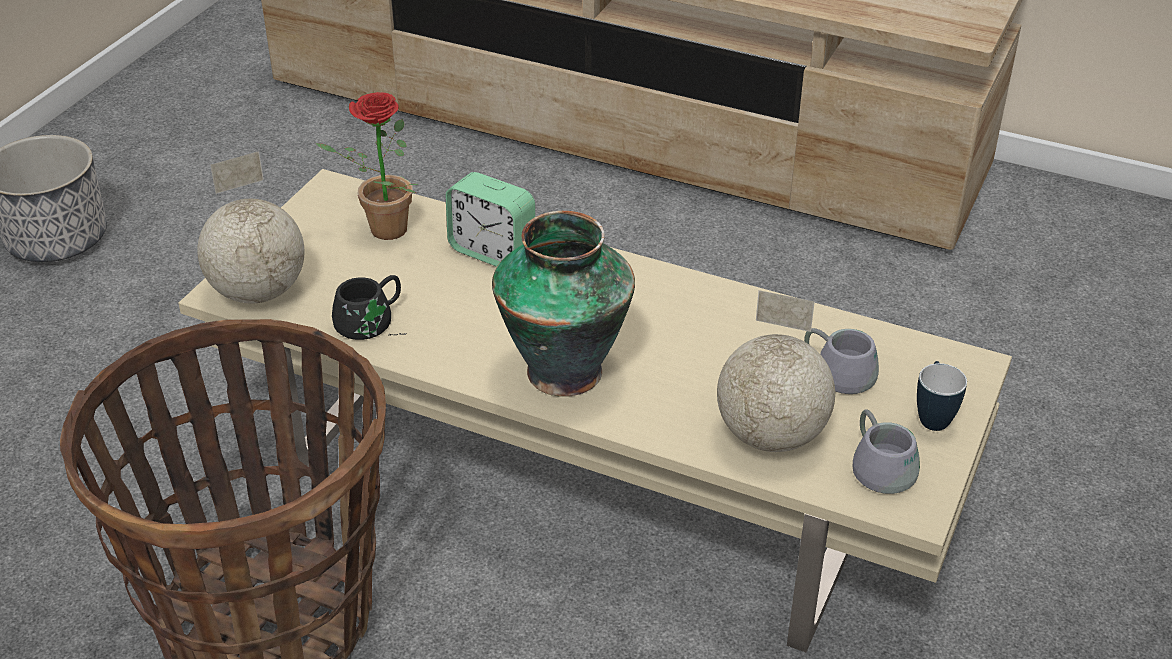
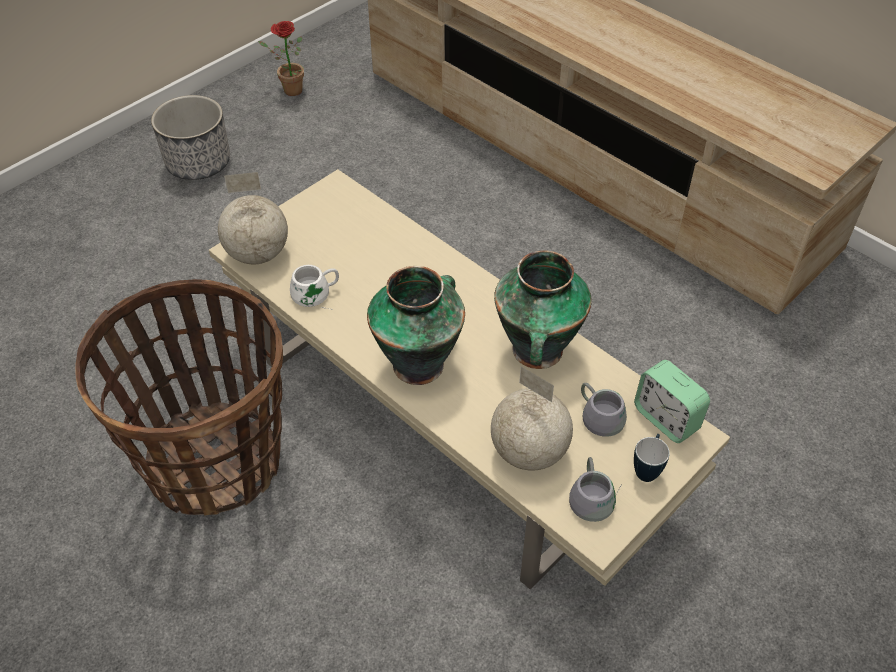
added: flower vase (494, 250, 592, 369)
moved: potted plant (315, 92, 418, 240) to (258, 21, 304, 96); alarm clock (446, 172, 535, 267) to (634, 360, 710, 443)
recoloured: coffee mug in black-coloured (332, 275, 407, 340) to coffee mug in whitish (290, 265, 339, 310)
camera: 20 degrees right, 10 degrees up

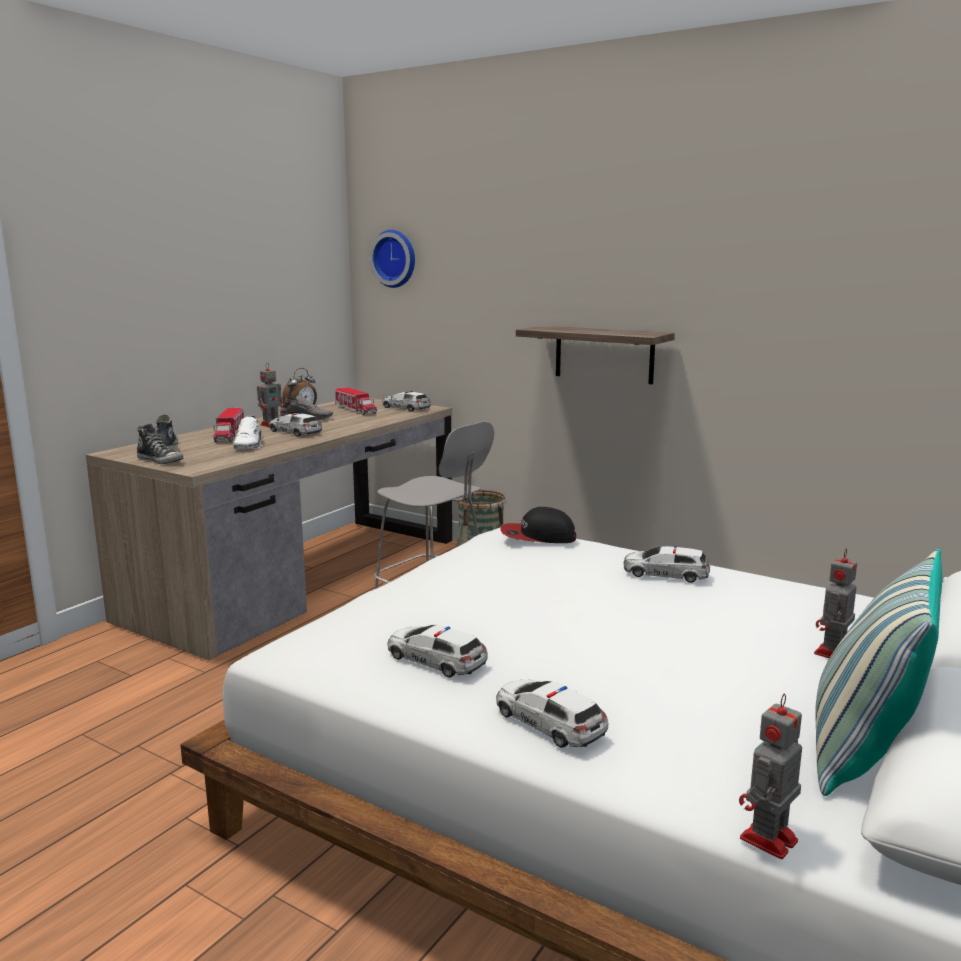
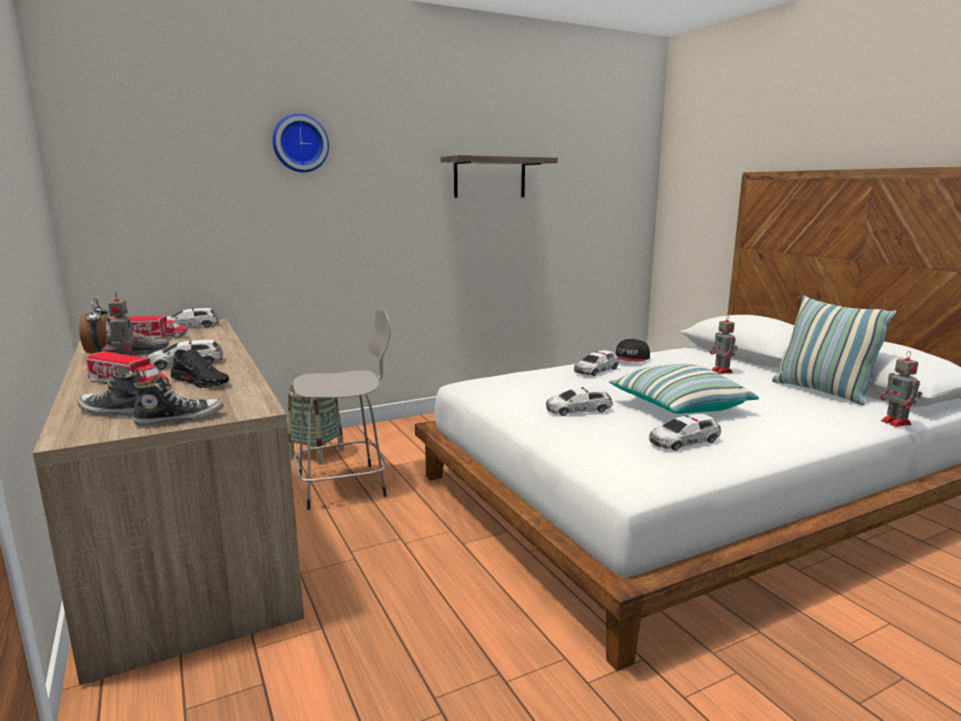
added: pillow (609, 364, 759, 414)
moved: clock on the wall (369, 230, 415, 288) to (272, 114, 329, 172); wall shelf (516, 326, 675, 384) to (440, 155, 558, 198); peaked cap (501, 507, 576, 543) to (615, 339, 650, 362); toy car (496, 680, 608, 748) to (546, 387, 613, 416)
recoloured: item of footwear in whitish (233, 415, 264, 449) to item of footwear in black-coloured (170, 349, 230, 388)
camera: 60 degrees left, 0 degrees up

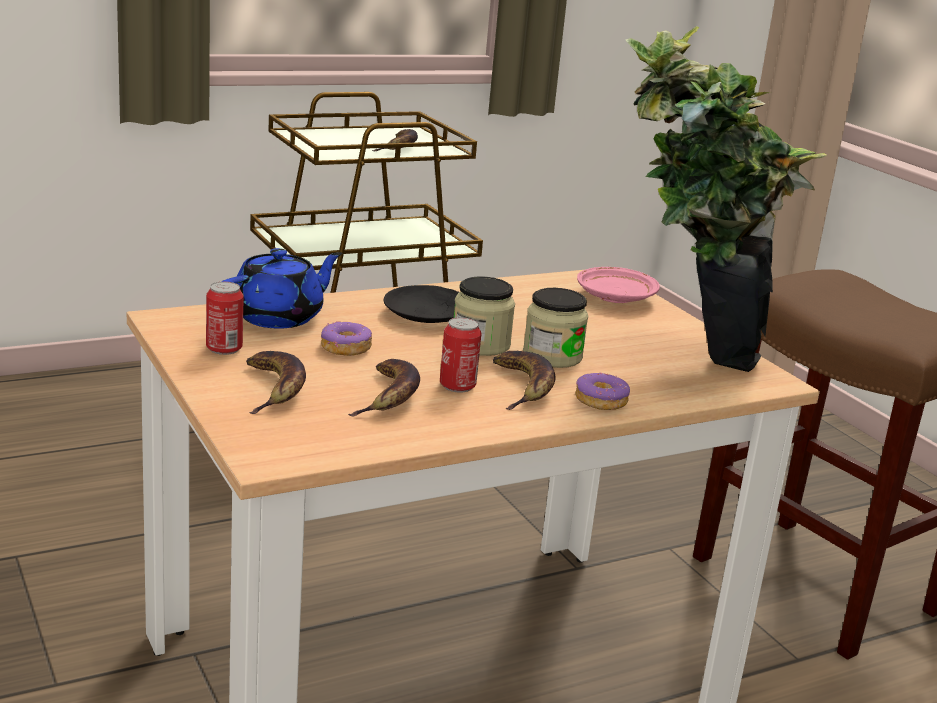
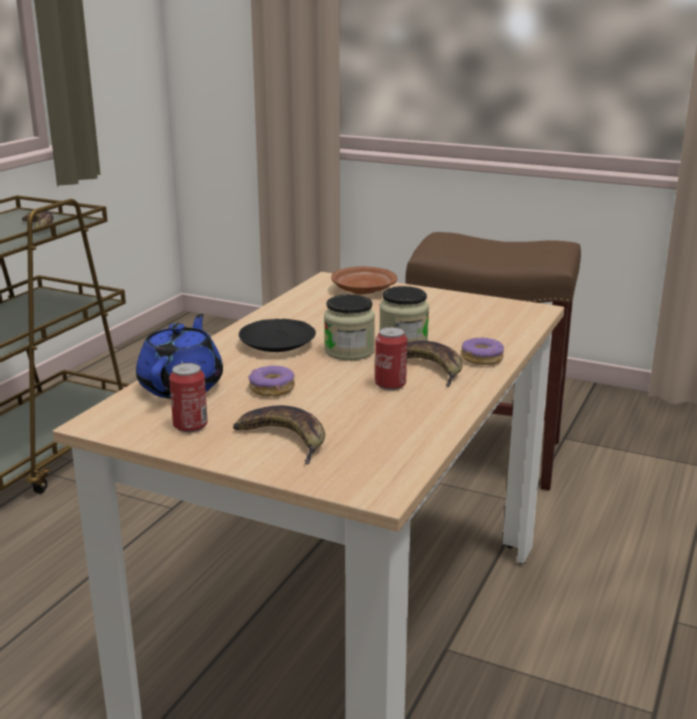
removed: potted plant (625, 26, 827, 372); banana fruit (348, 359, 420, 416)
recoloured: dinner plate in pink (577, 267, 660, 303) to dinner plate in brownish (331, 266, 397, 294)
camera: 35 degrees left, 0 degrees up

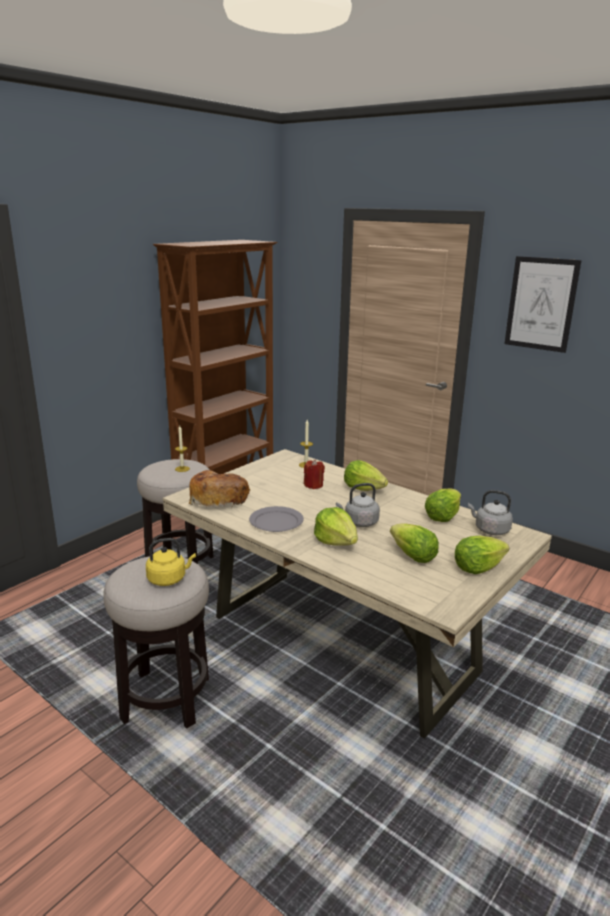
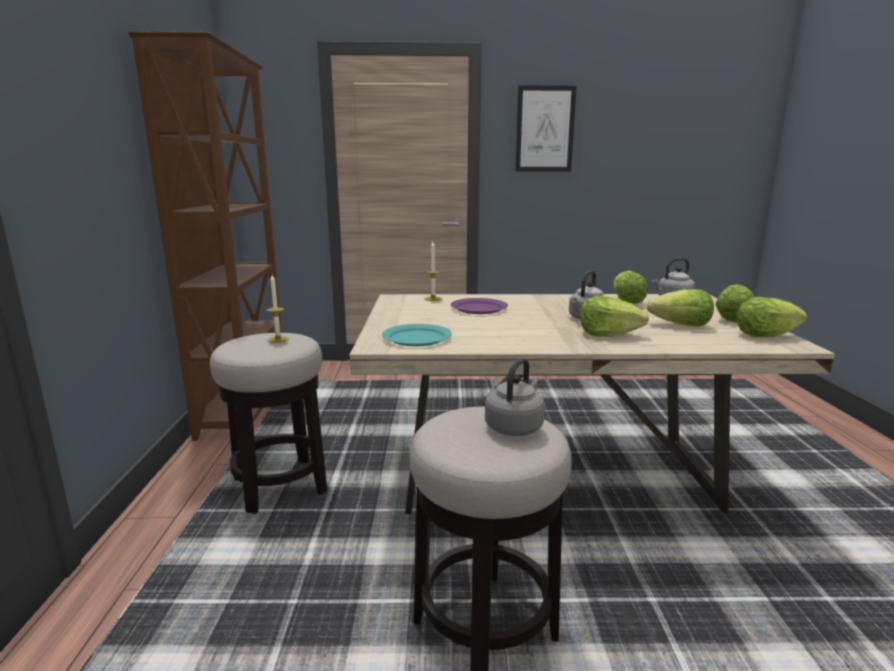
removed: dinner plate in grey (249, 506, 304, 532)
moved: lettuce head (344, 460, 388, 491) to (737, 297, 807, 337)
replaced: wax light in red-coloured (304, 459, 325, 489) to dinner plate in purple-coloured (451, 298, 508, 314); bread (189, 470, 250, 508) to dinner plate in blue-green (382, 324, 452, 346)
recoloured: water kettle in yellow-coloured (146, 538, 196, 586) to water kettle in grey (485, 358, 545, 436)
camera: 40 degrees left, 5 degrees down

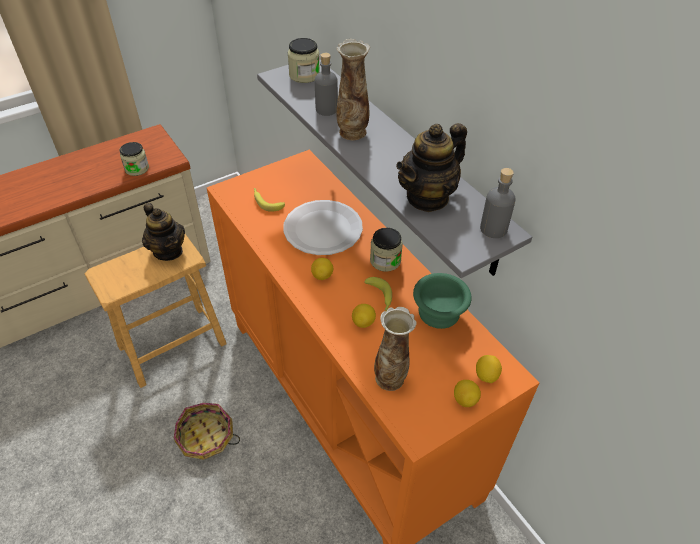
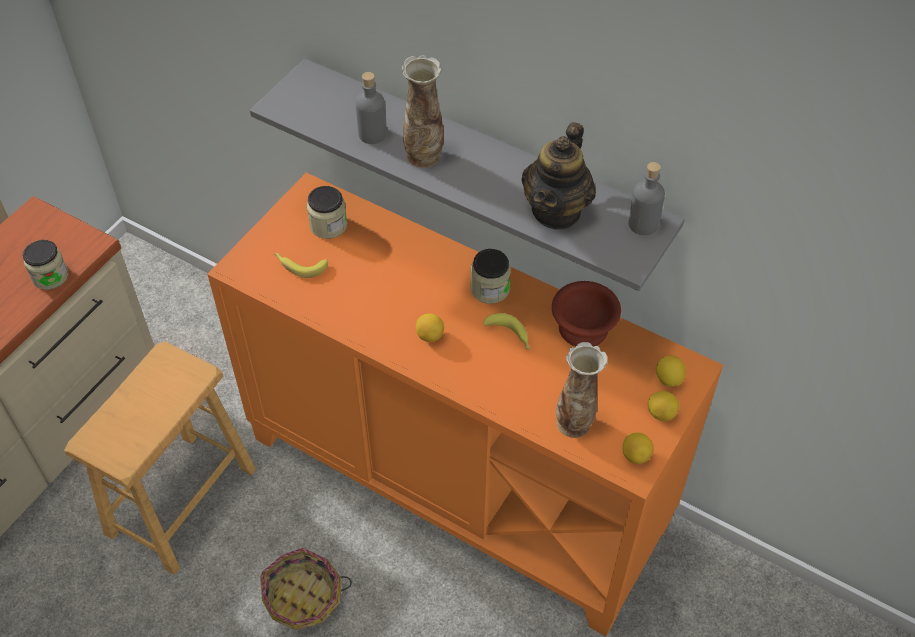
removed: dinner plate in whitish (283, 200, 363, 255); teapot (142, 203, 185, 261)
moved: storage jar (288, 38, 320, 83) to (307, 186, 347, 239); whole lemon (352, 304, 376, 328) to (622, 432, 653, 464)
recoloured: deep dish in green-coloured (413, 273, 472, 329) to deep dish in brownish (552, 281, 621, 347)
camera: 25 degrees left, 5 degrees up

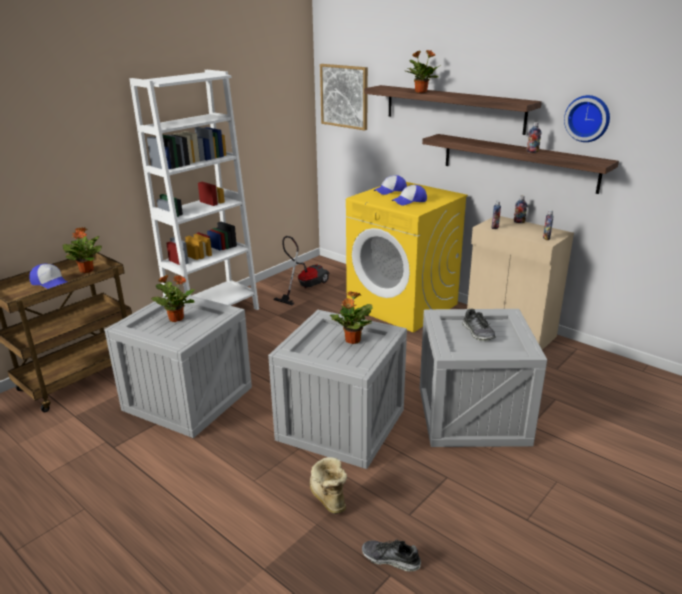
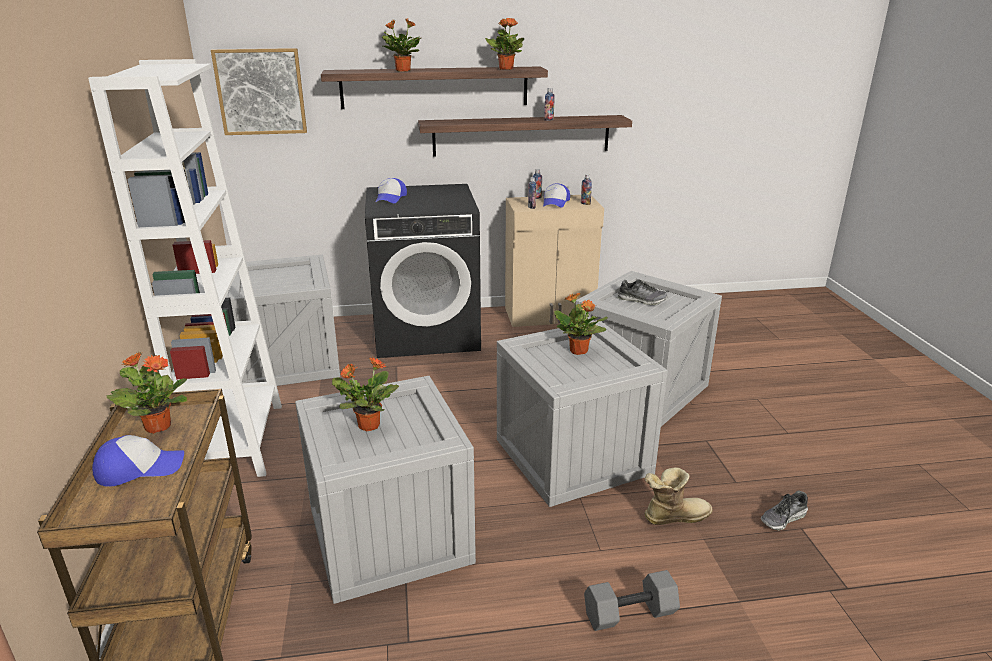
removed: clock on the wall (564, 95, 610, 142)
added: potted plant (485, 18, 524, 70); hand weight in grey (584, 570, 680, 631)
moved: peaked cap (392, 185, 427, 205) to (543, 183, 570, 208)
replaced: vacuum cleaner (273, 236, 329, 305) to shipping crate (225, 254, 340, 386)
recoloured: laundry machine in yellow-coloured (346, 182, 468, 333) to laundry machine in black-coloured (365, 184, 481, 358)
turned: tall boot (310, 457, 347, 514) = (644, 467, 712, 525) 150 degrees clockwise
camera: 50 degrees left, 0 degrees up

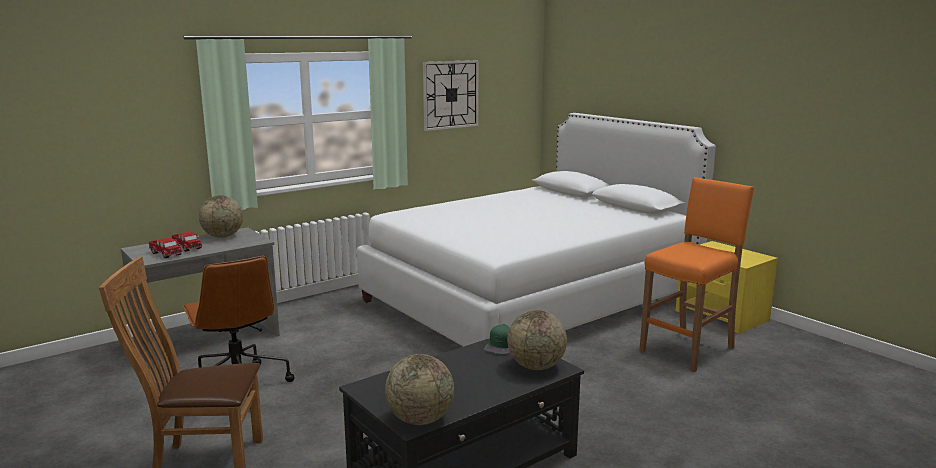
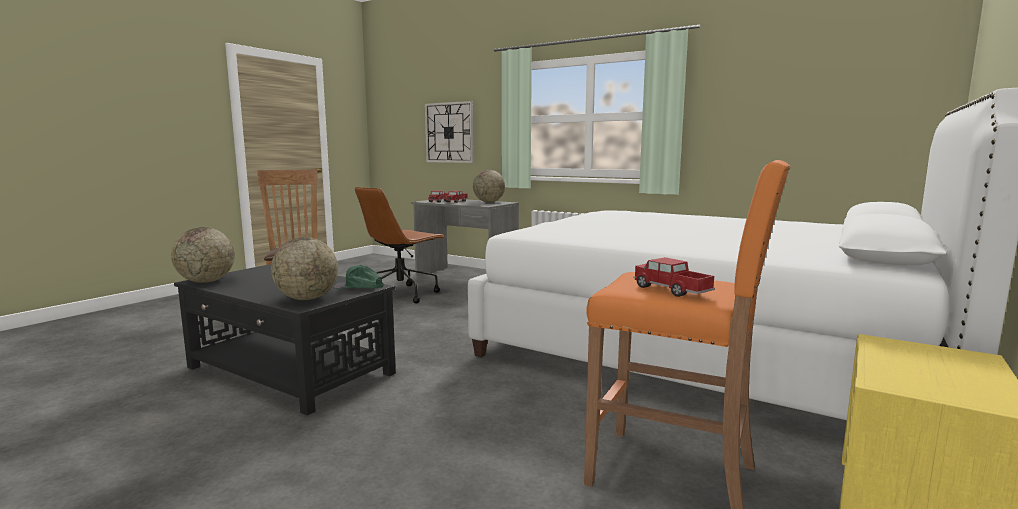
added: toy truck (634, 257, 715, 297)
moved: clock on the wall (423, 60, 479, 131) to (425, 101, 474, 163)
camera: 70 degrees right, 5 degrees down

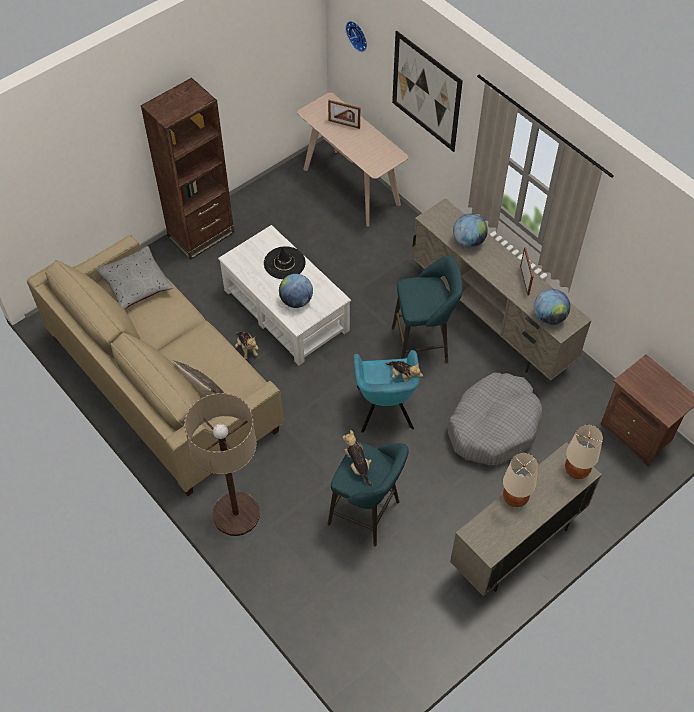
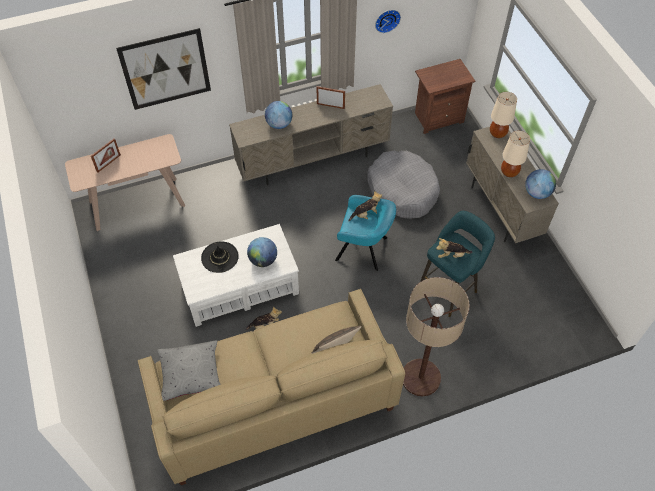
removed: shelving unit in brownish (141, 78, 235, 260); sitting stool in blue-green (392, 255, 463, 363)
moved: clock on the wall (345, 21, 367, 52) to (375, 10, 401, 33); globe (534, 289, 570, 325) to (525, 169, 556, 199)
camera: 70 degrees left, 0 degrees up

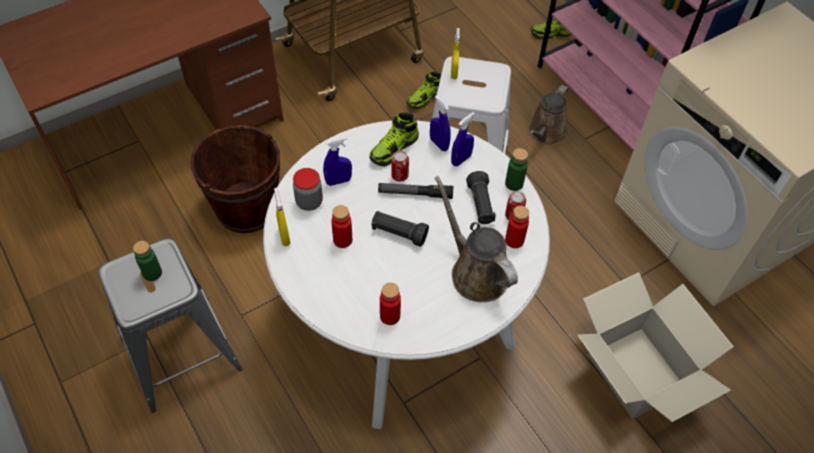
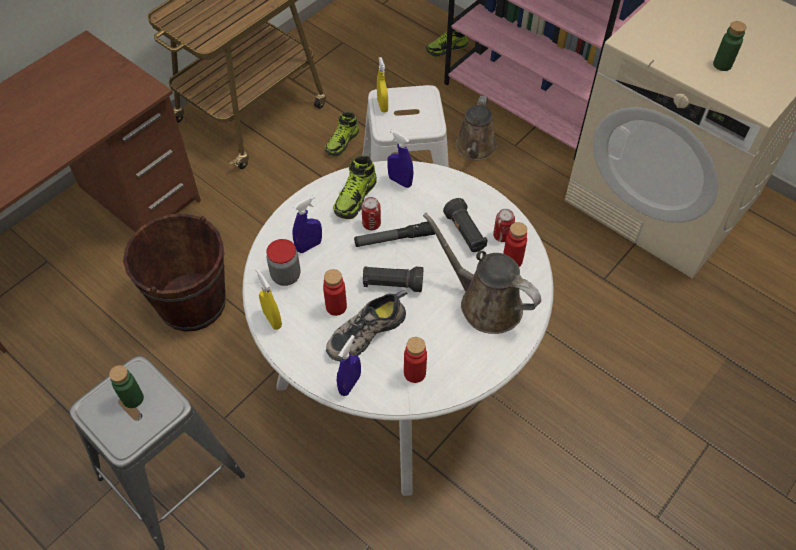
removed: packing box (578, 272, 734, 422)
added: item of footwear (326, 290, 407, 362)
moved: sprayer in blue-coloured (451, 112, 475, 166) to (337, 335, 361, 396); drink bottle in green-coloured (505, 148, 528, 191) to (713, 21, 746, 71)
camera: 15 degrees left, 0 degrees up

